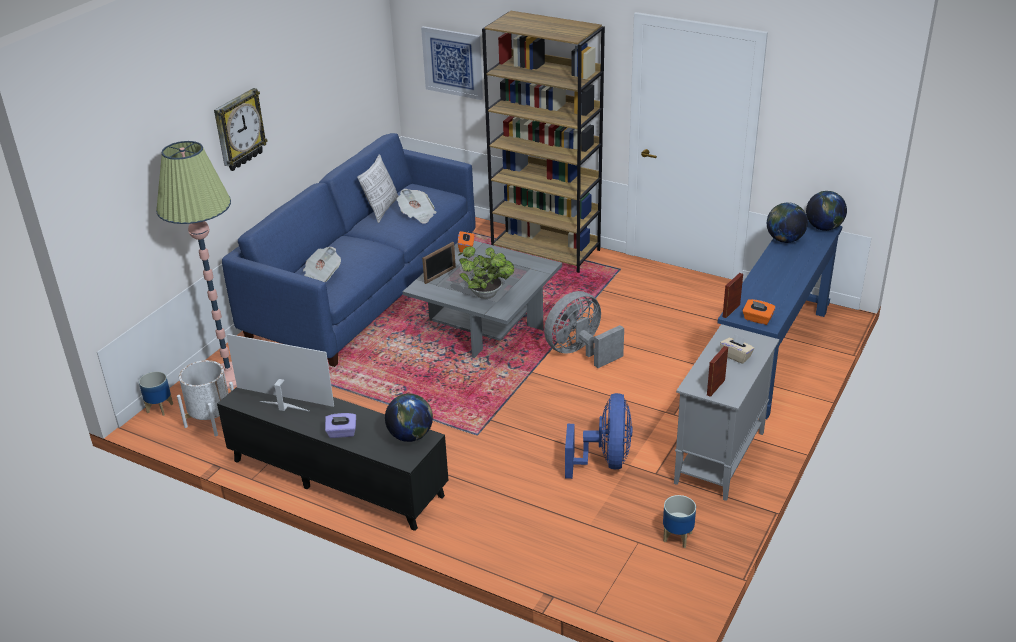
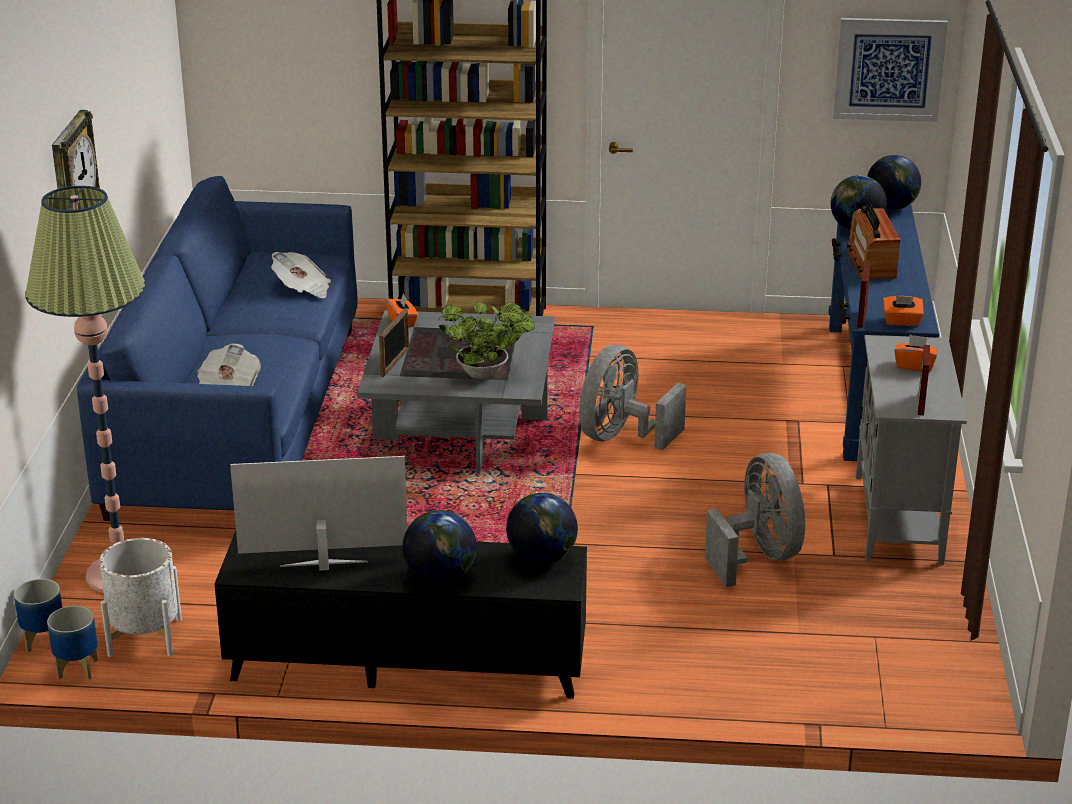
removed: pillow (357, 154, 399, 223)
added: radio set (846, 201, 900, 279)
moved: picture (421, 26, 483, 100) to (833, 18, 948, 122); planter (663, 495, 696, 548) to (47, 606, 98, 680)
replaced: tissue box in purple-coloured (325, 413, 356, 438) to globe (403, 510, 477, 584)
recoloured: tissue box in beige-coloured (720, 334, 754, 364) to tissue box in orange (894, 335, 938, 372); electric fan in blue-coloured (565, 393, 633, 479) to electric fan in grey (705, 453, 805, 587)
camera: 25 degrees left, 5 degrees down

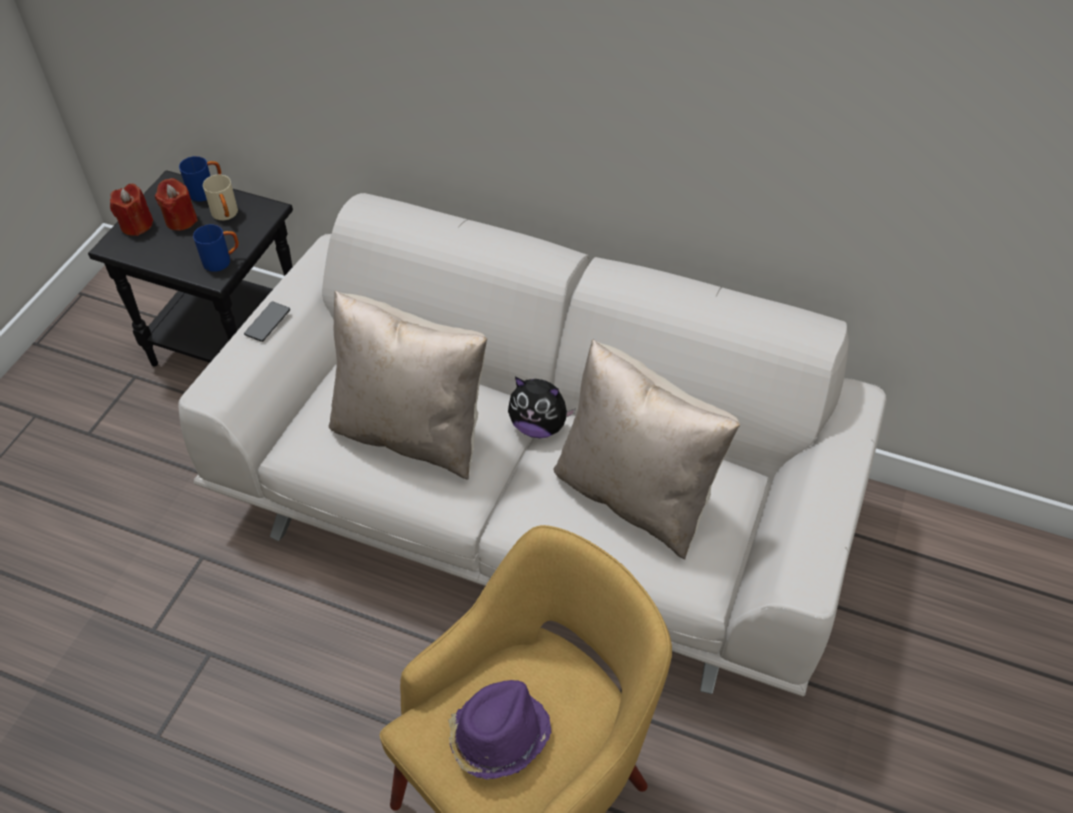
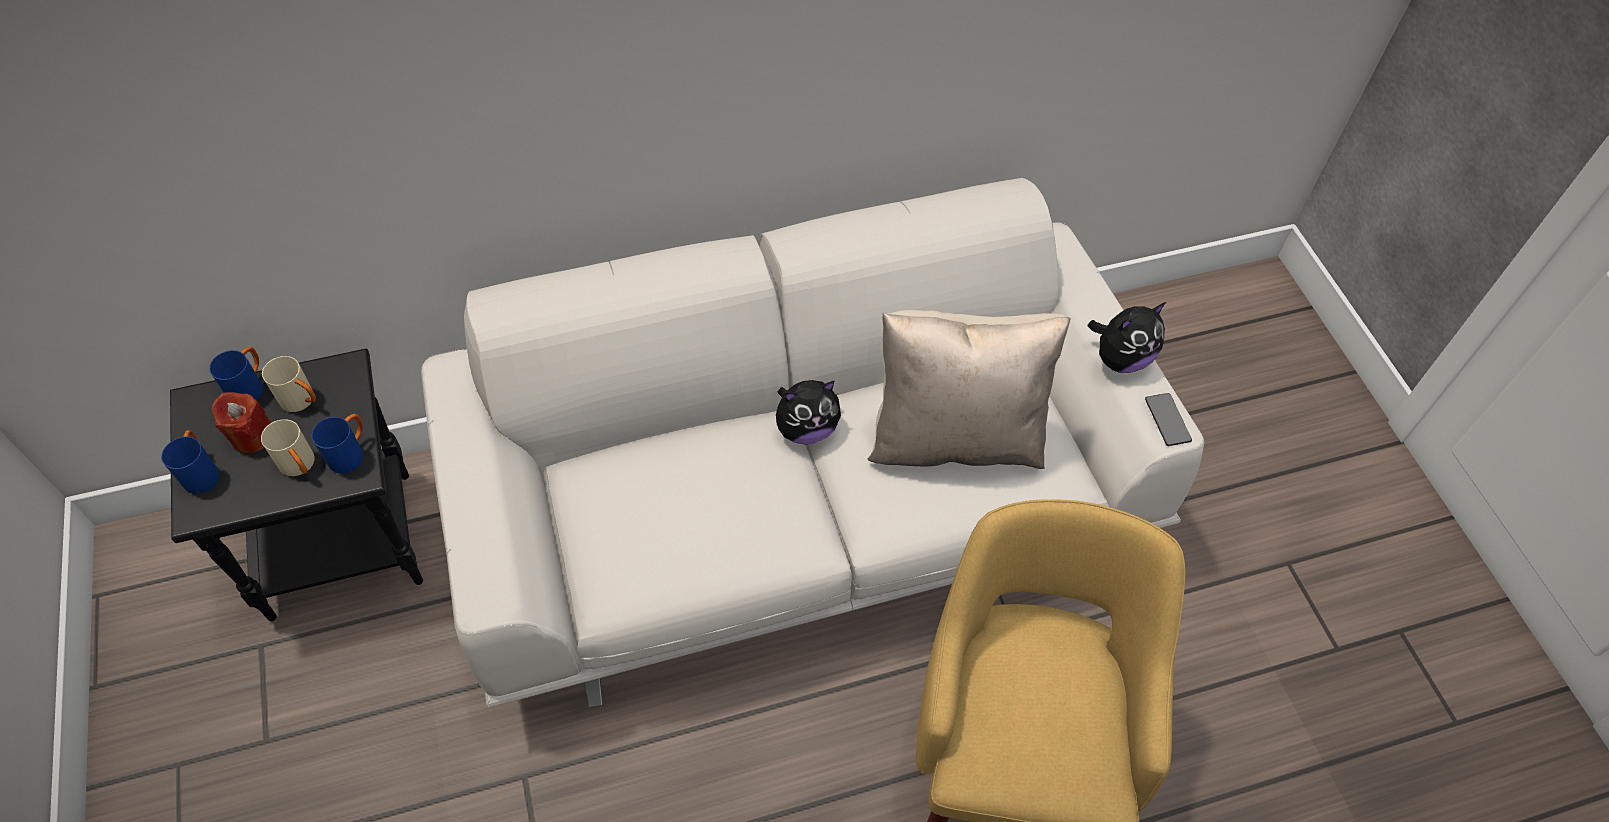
removed: pillow in beige-coloured (328, 290, 487, 480); clothing hat in purple-coloured (449, 680, 551, 780)
added: plush toy (1088, 302, 1166, 373); coffee mug in beige-coloured (261, 419, 315, 476)
moved: handset (244, 302, 290, 342) to (1145, 393, 1192, 446)
replaced: wax light in red-coloured (110, 184, 154, 236) to coffee mug in blue-coloured (161, 430, 220, 494)
camera: 40 degrees left, 5 degrees up

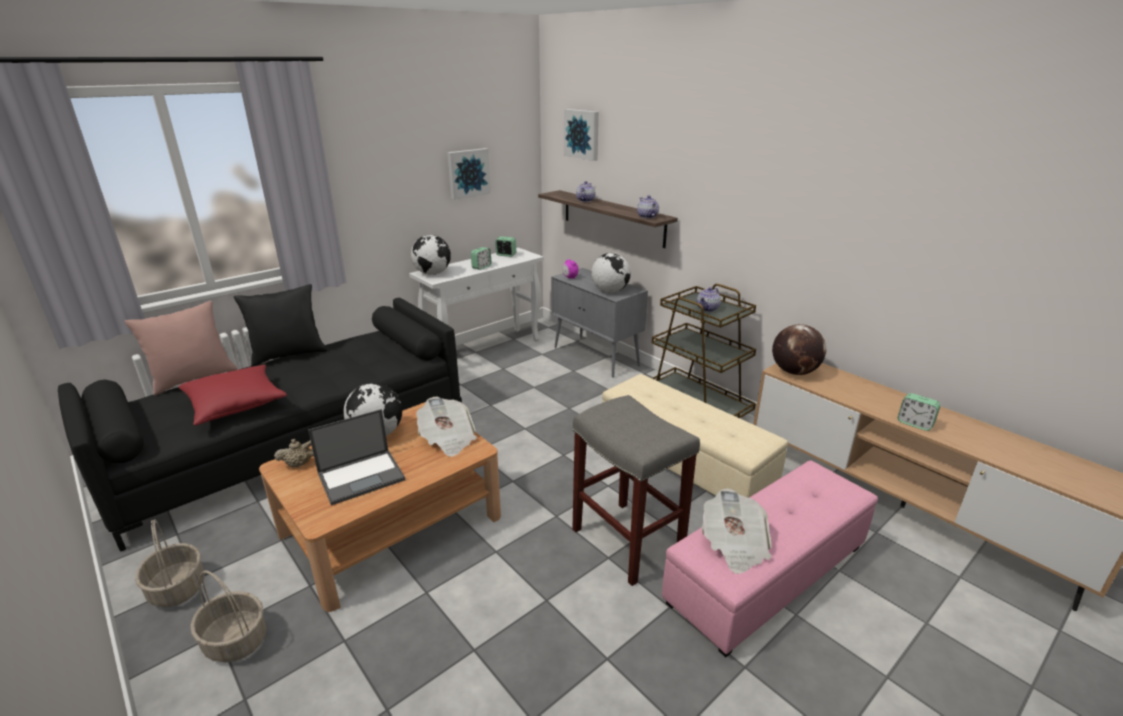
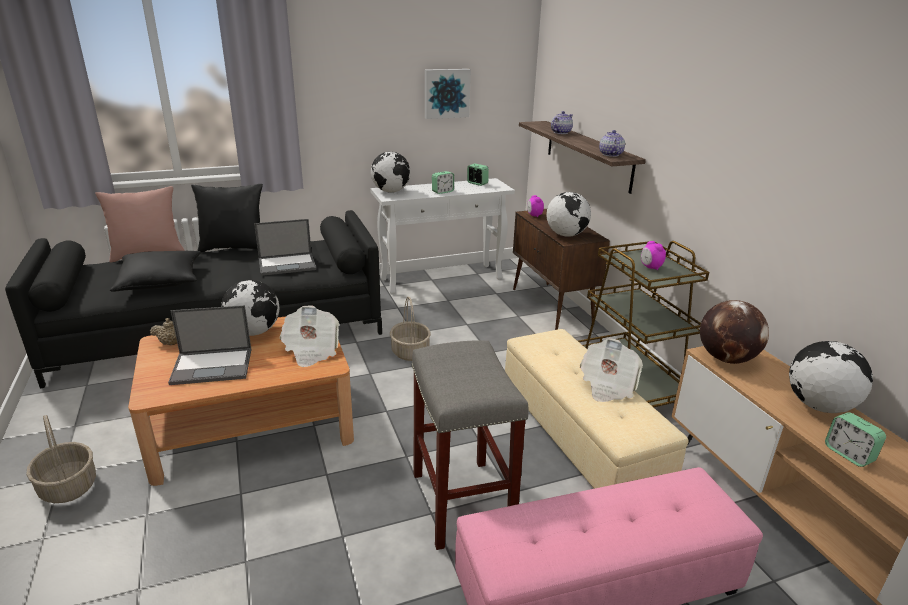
removed: picture (564, 109, 599, 161)
added: portable computer (254, 219, 316, 276); globe (789, 341, 873, 413)
moved: daily paper (701, 489, 772, 574) to (580, 338, 643, 402); storage basket (135, 519, 204, 607) to (390, 296, 431, 361)
replaced: teapot (697, 287, 721, 312) to alarm clock (641, 241, 666, 270)
recoloured: storage cabinet in grey (551, 268, 648, 378) to storage cabinet in brownish (513, 209, 610, 330); pillow in red-coloured (179, 365, 287, 425) to pillow in black-coloured (110, 251, 201, 292)
camera: 20 degrees right, 0 degrees up

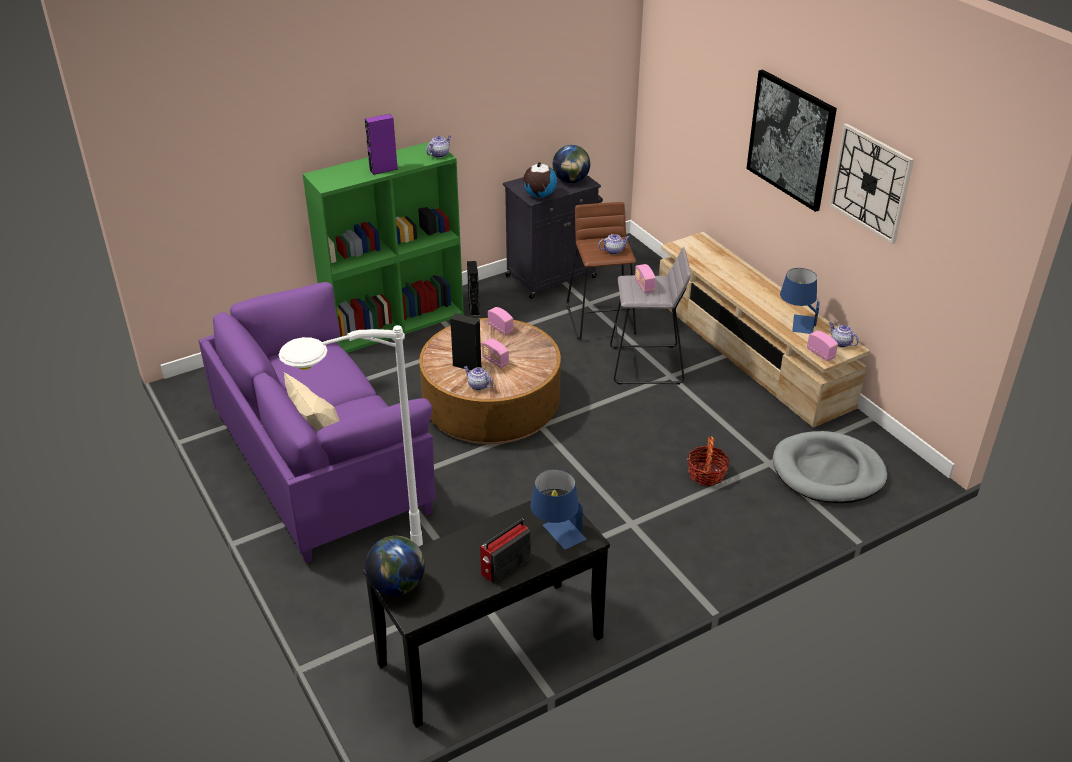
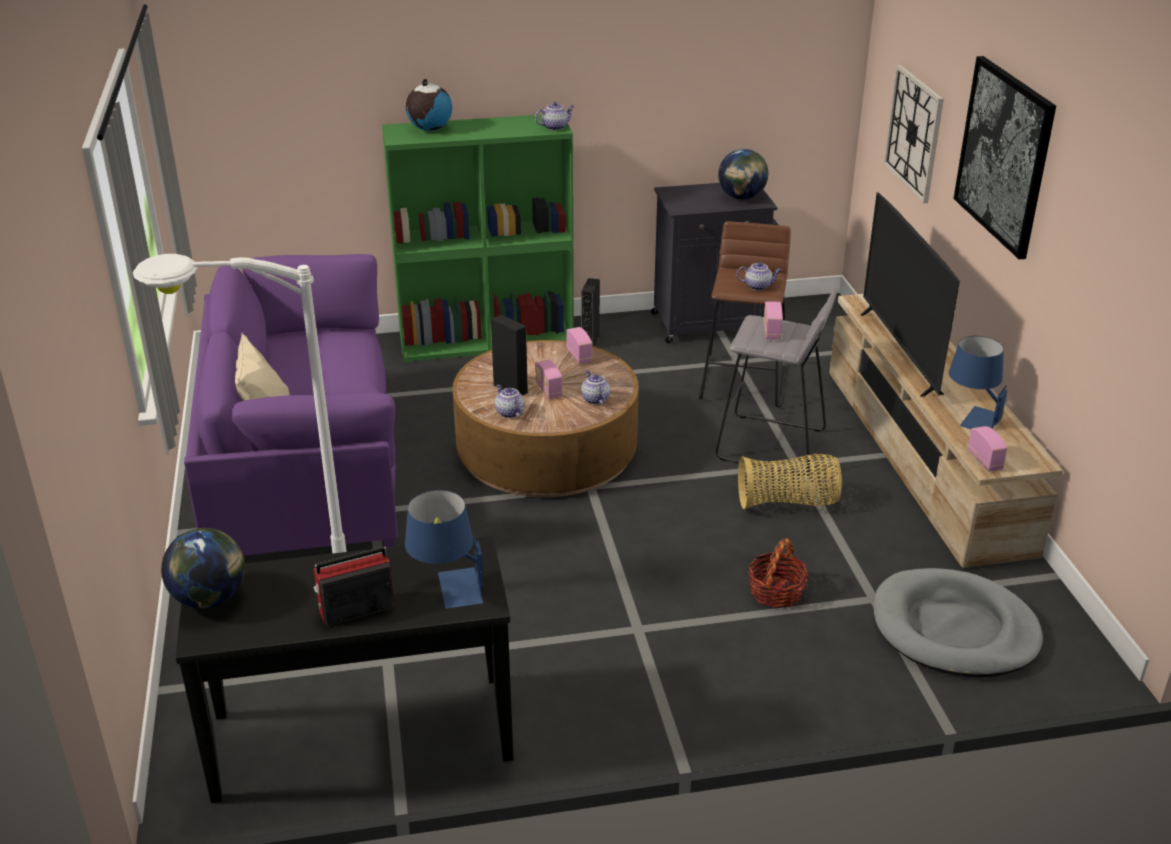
removed: loudspeaker in purple-coloured (365, 114, 398, 175)
added: TV (860, 192, 960, 397); storage basket (738, 454, 842, 509)
moved: clock on the wall (829, 123, 914, 244) to (883, 65, 944, 204); globe (523, 162, 557, 198) to (406, 79, 452, 131); teapot (829, 323, 859, 347) to (581, 371, 610, 404)
camera: 20 degrees right, 5 degrees down

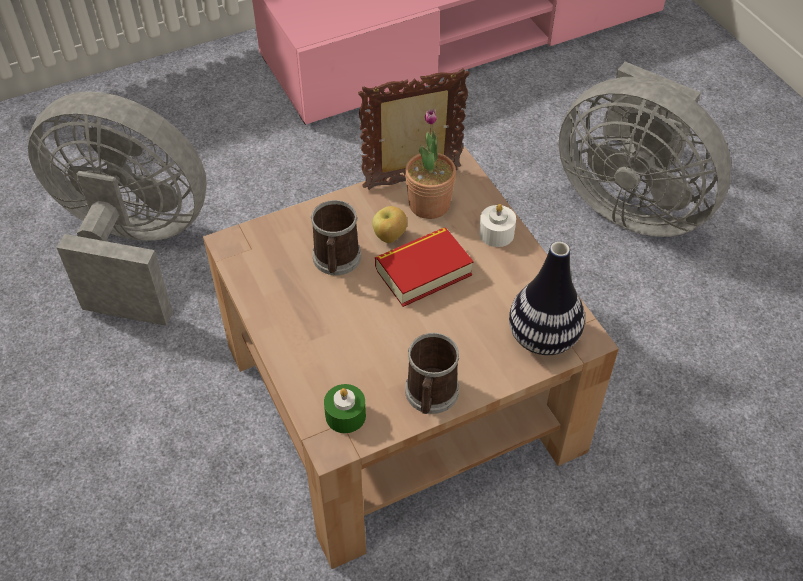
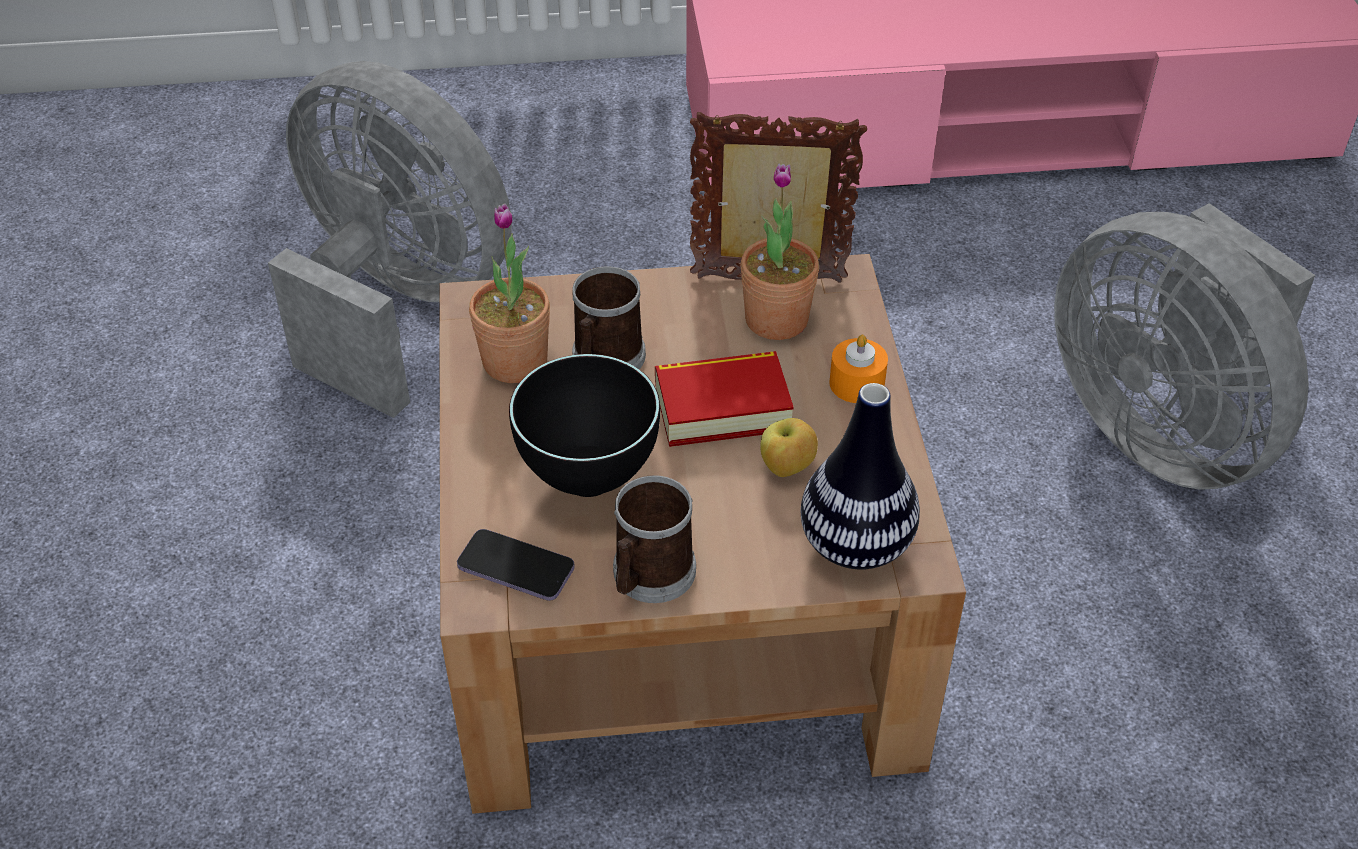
added: potted plant (469, 203, 550, 383); deep dish in black-coloured (509, 354, 660, 497)
moved: apple fruit (372, 206, 407, 243) to (760, 418, 818, 477)
replaced: wax light in green-coloured (324, 384, 366, 433) to handset (457, 529, 575, 601)
recoloured: wax light in whitish (479, 204, 516, 247) to wax light in orange (829, 335, 888, 403)
camera: 20 degrees right, 5 degrees down

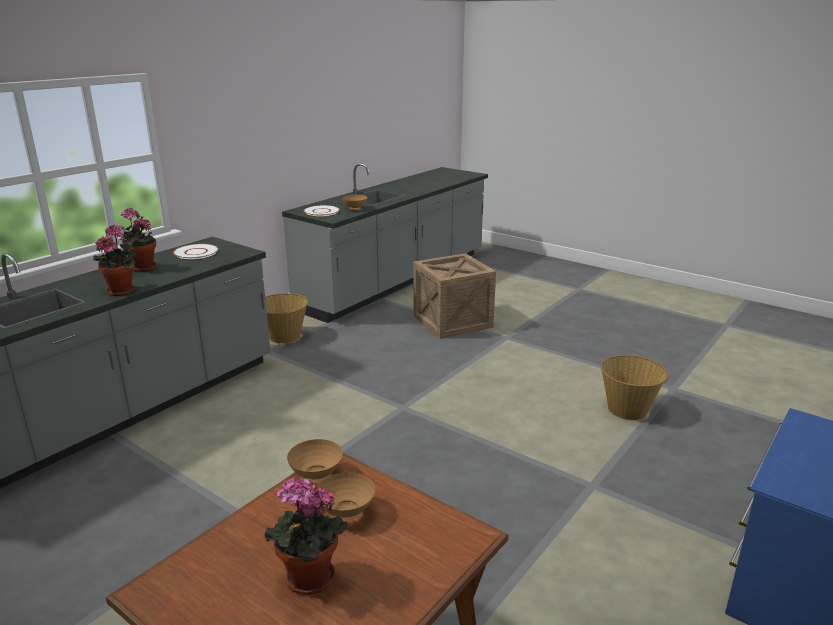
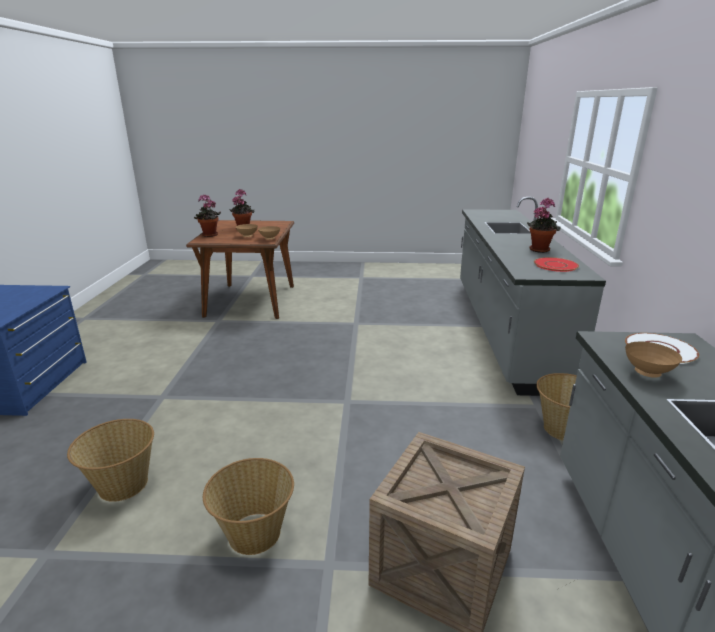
added: storage basket (203, 458, 294, 555)
moved: potted plant (93, 224, 138, 296) to (194, 194, 221, 237)
recoloured: dinner plate in whitish (173, 244, 219, 259) to dinner plate in red-coloured (534, 257, 579, 272)
camera: 145 degrees right, 0 degrees up

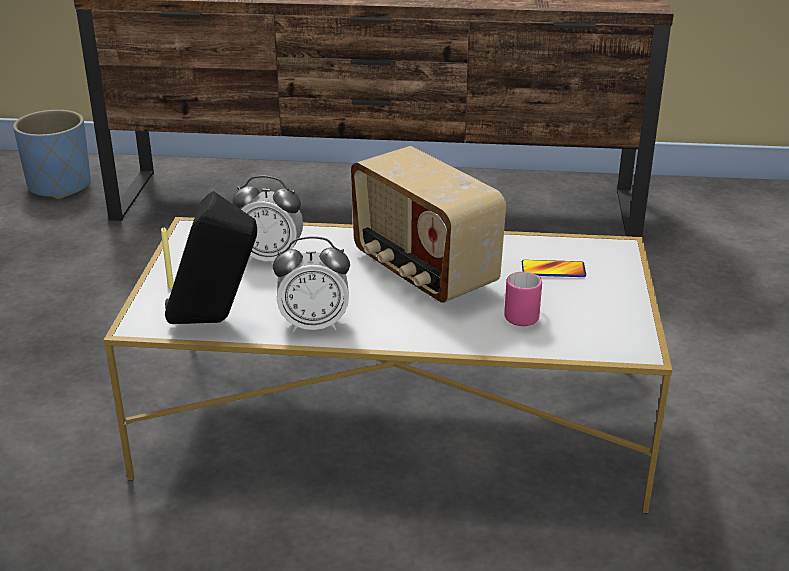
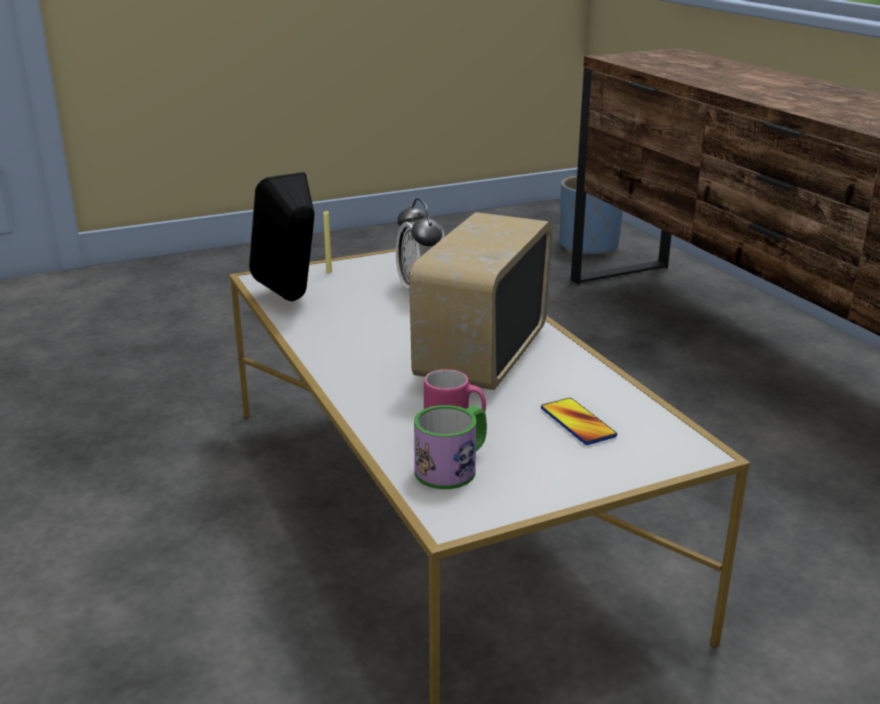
removed: alarm clock (273, 236, 350, 332)
added: coffee mug (414, 405, 487, 489)
camera: 60 degrees right, 5 degrees down

